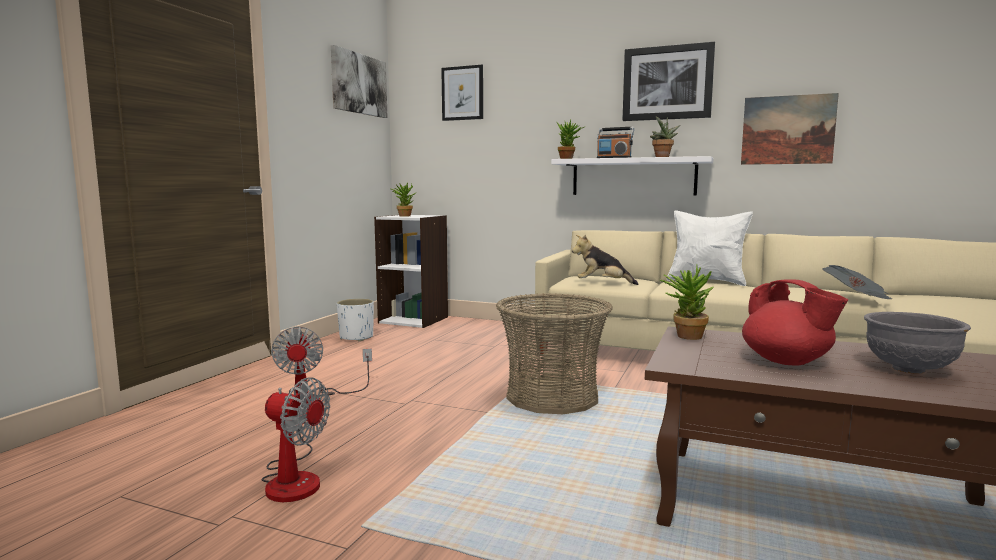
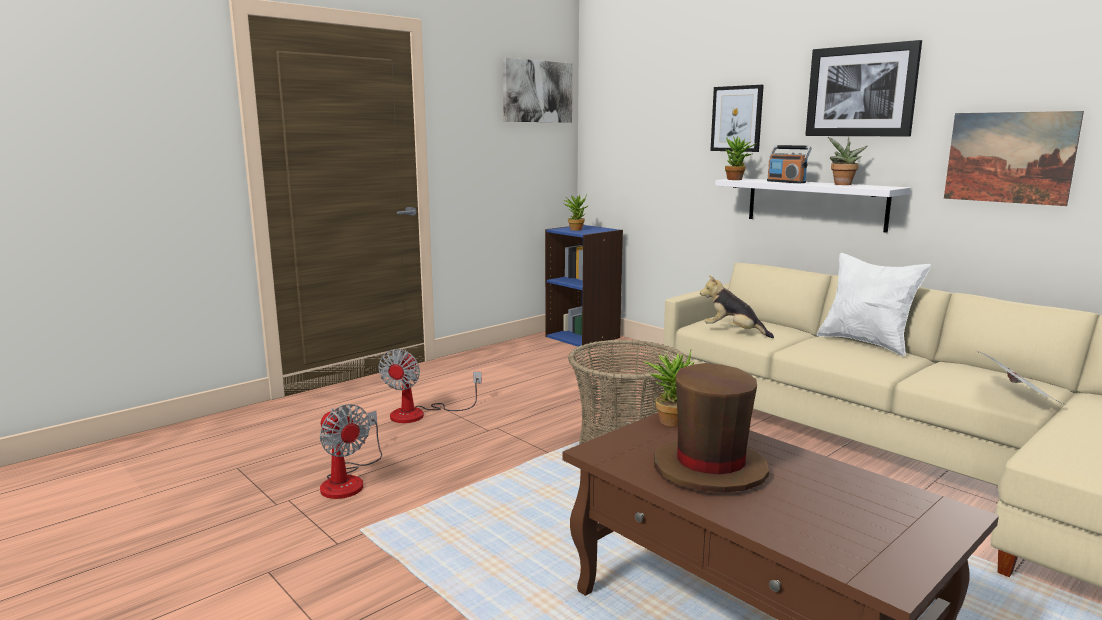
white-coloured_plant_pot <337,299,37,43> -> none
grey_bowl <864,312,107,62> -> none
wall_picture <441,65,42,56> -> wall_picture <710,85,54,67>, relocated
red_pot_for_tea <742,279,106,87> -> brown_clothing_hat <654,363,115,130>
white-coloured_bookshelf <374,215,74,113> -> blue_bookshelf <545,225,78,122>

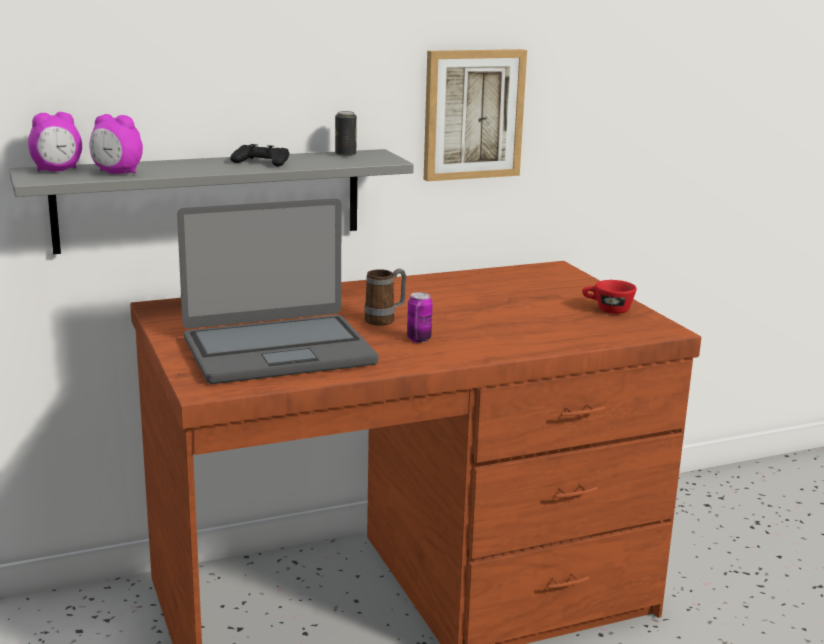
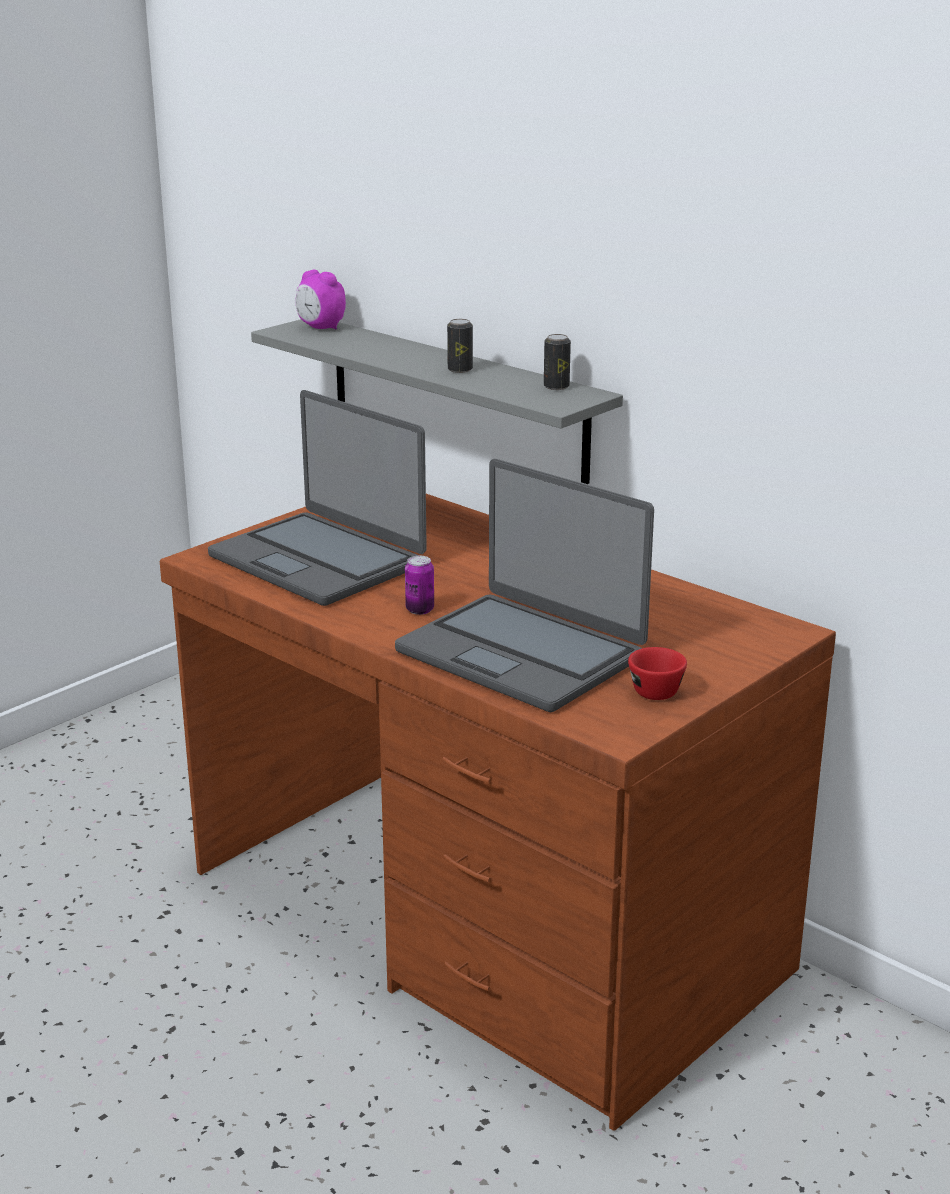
alarm_clock <89,114,54,60> -> none
mug <364,268,42,58> -> none
wall_picture <424,49,103,132> -> none
none -> laptop <395,459,259,253>
blackish_joypad <230,144,59,23> -> metal_can <447,319,26,54>

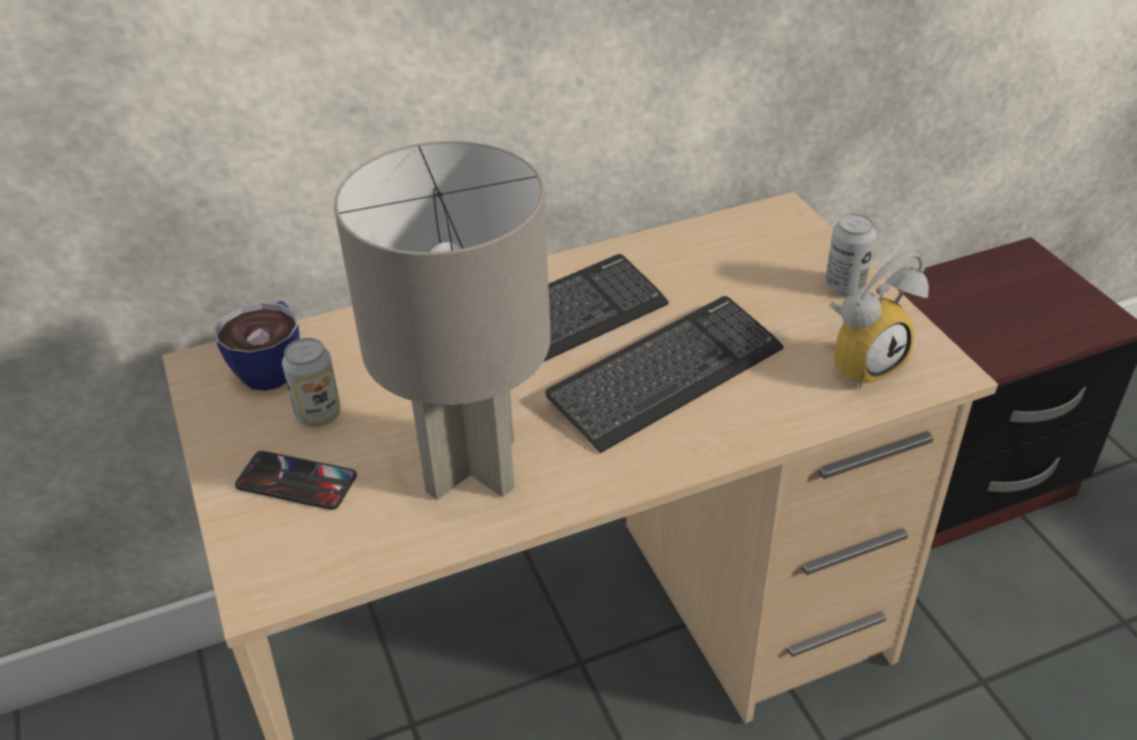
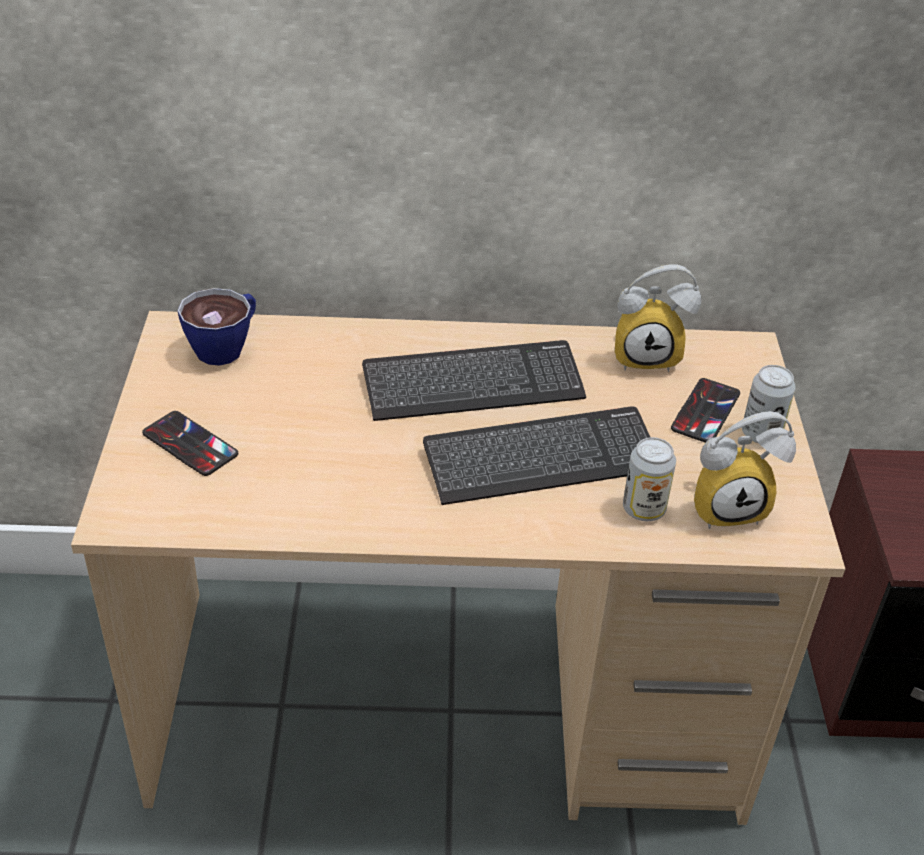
grey_tabletop_lamp <334,141,217,359> -> none
none -> alarm_clock <615,264,86,108>
none -> telephone <671,378,69,65>
metal_can <282,338,59,89> -> metal_can <623,437,53,84>, relocated

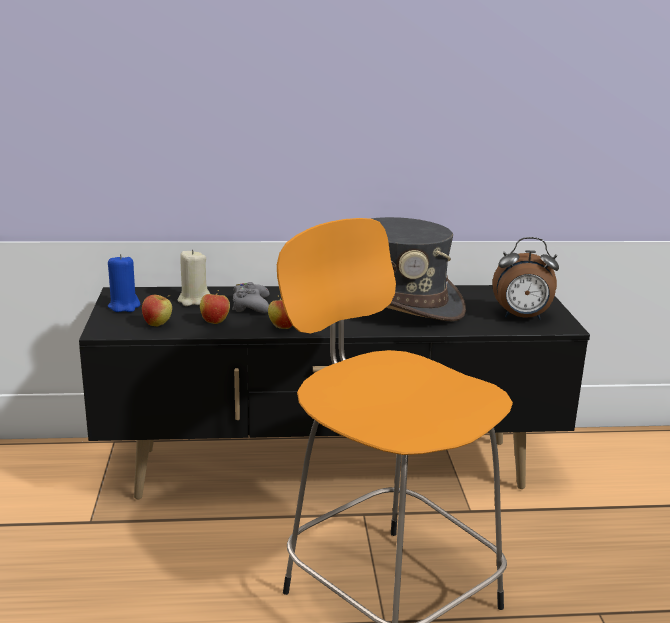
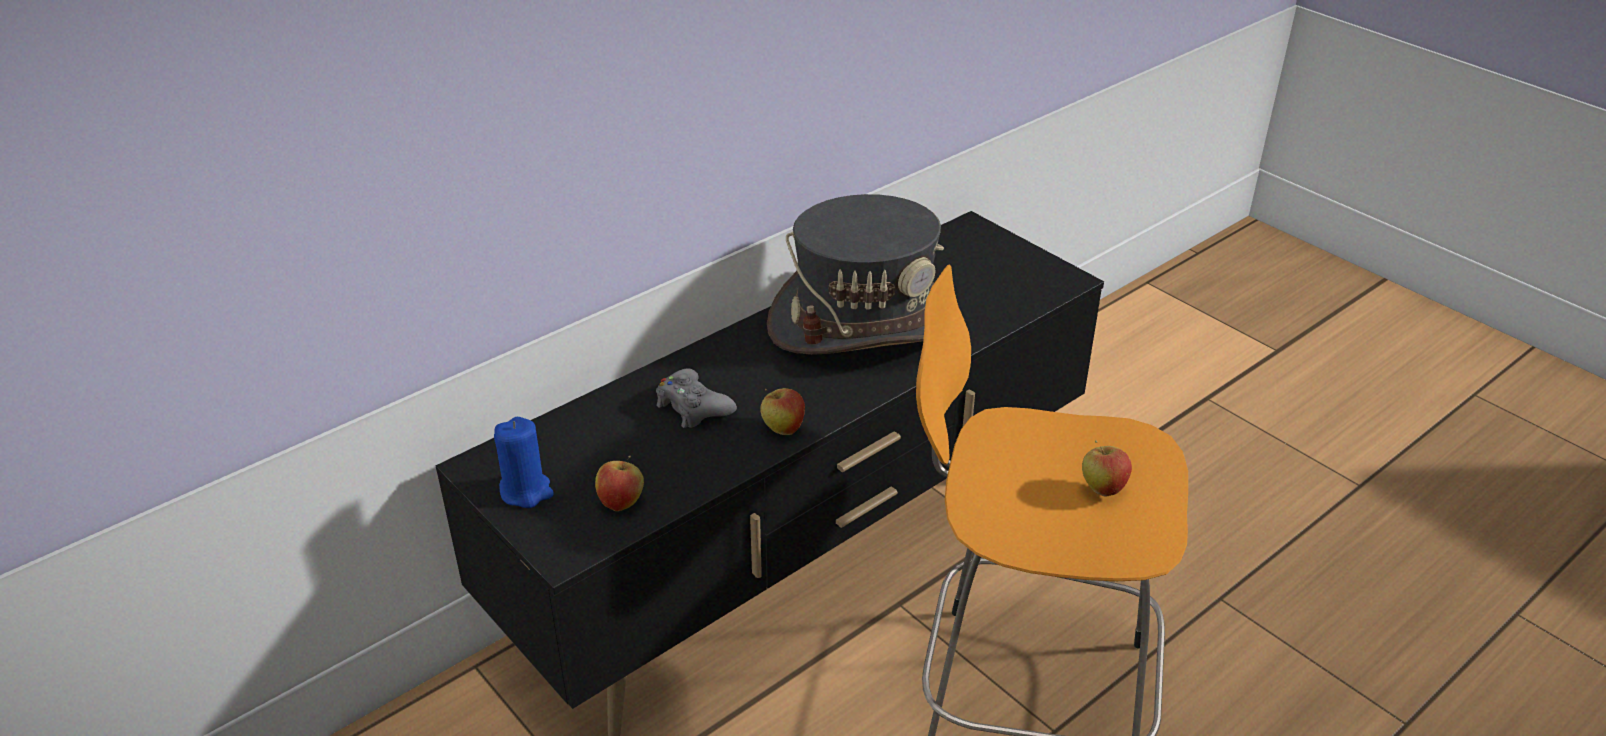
sand-coloured_wax_light <177,249,33,57> -> none
alarm_clock <492,237,67,83> -> none
apple_fruit <200,290,30,34> -> apple_fruit <1082,441,50,56>, relocated

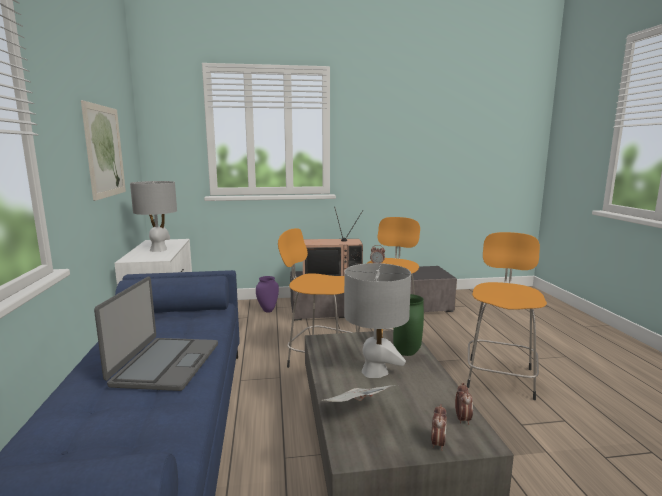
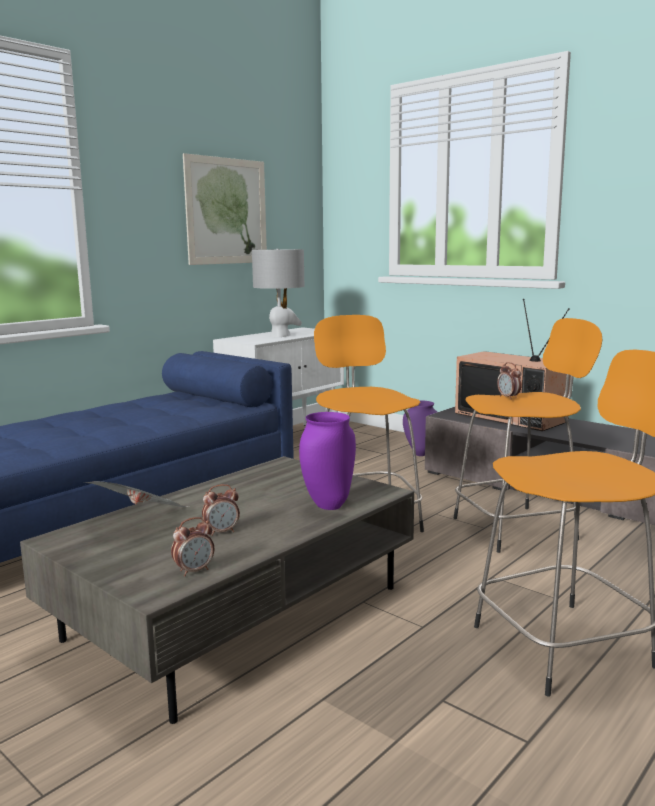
laptop <94,276,124,115> -> none
grey_tabletop_lamp <344,263,67,115> -> none
alarm_clock <431,404,16,47> -> alarm_clock <202,484,38,52>, relocated
green-coloured_decorative_vase <393,294,31,62> -> purplish_decorative_vase <299,412,57,98>

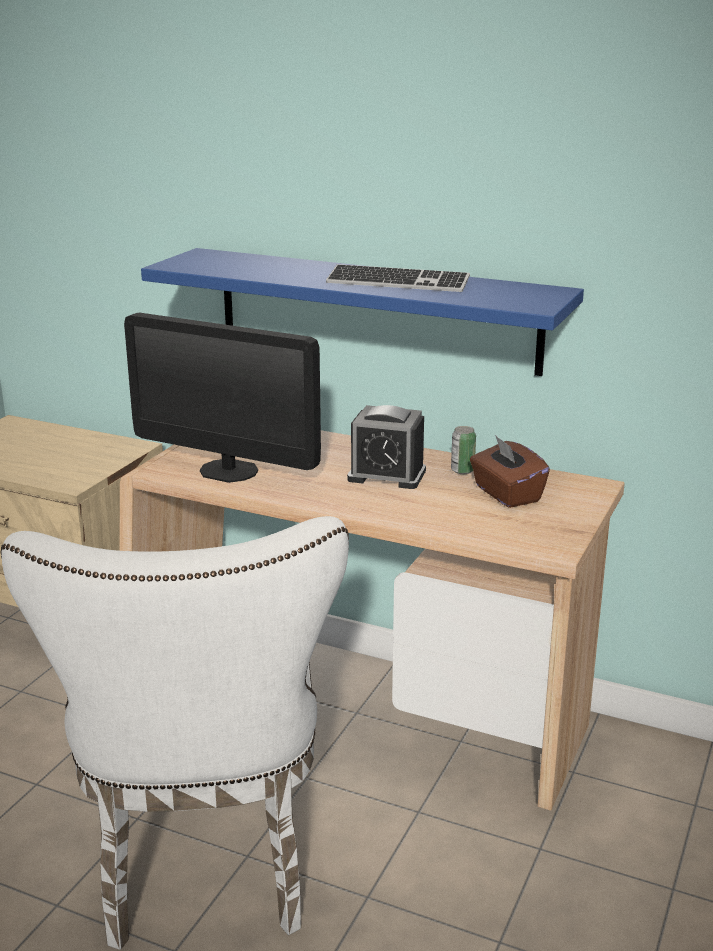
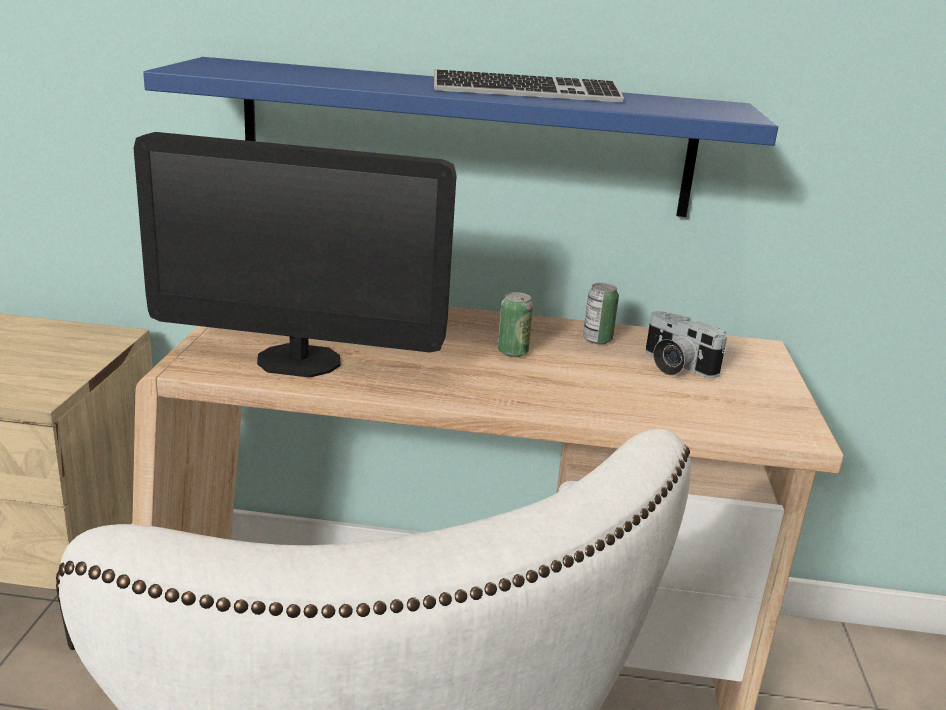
alarm_clock <347,405,79,84> -> metal_can <498,292,35,65>
brown_box_of_tissues <470,435,80,73> -> photo_camera <645,311,82,67>

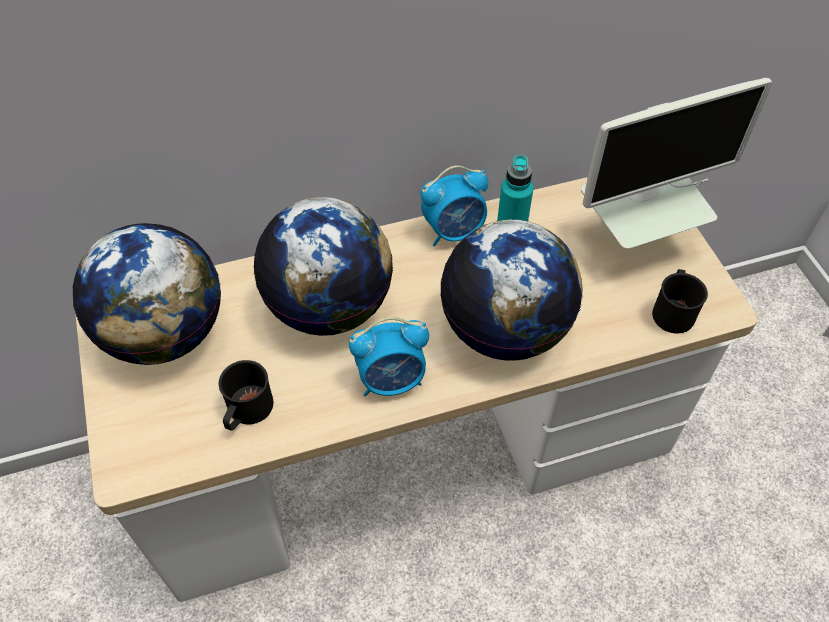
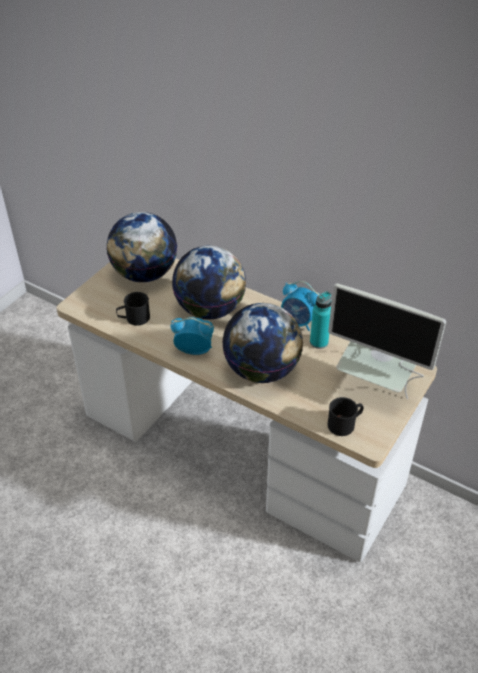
alarm_clock <349,317,80,79> -> alarm_clock <171,317,43,38>, 150 degrees clockwise

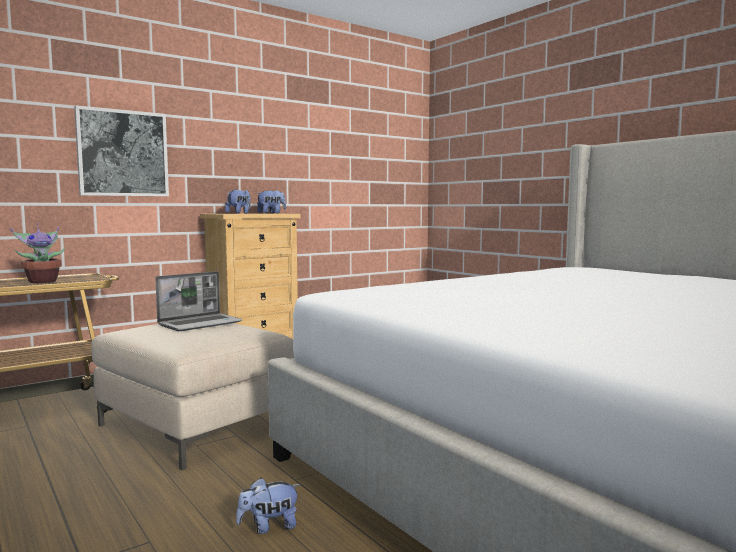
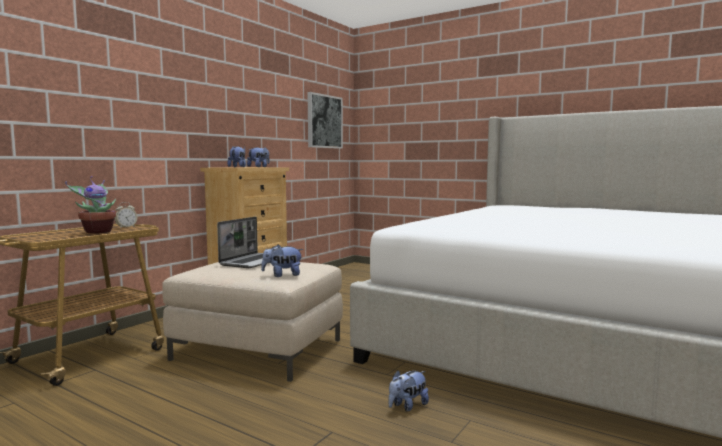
none -> alarm_clock <114,202,23,26>
none -> cuddly_toy <261,244,43,33>
wall_picture <74,105,95,91> -> wall_picture <308,92,35,57>, relocated

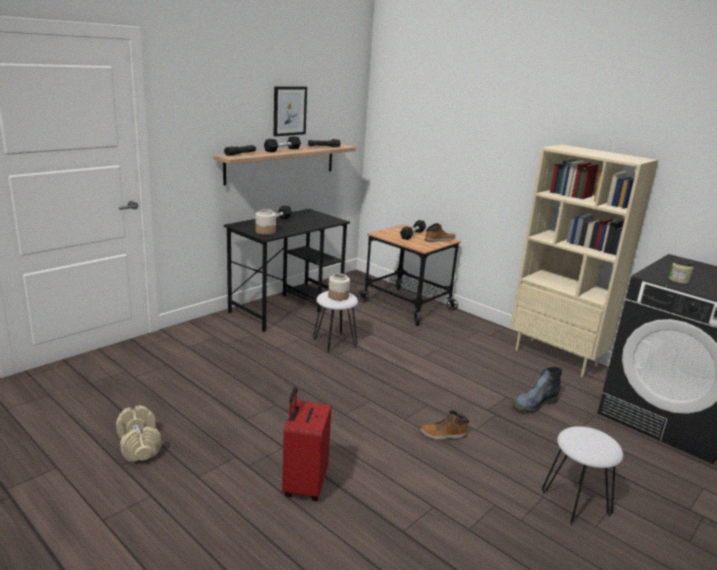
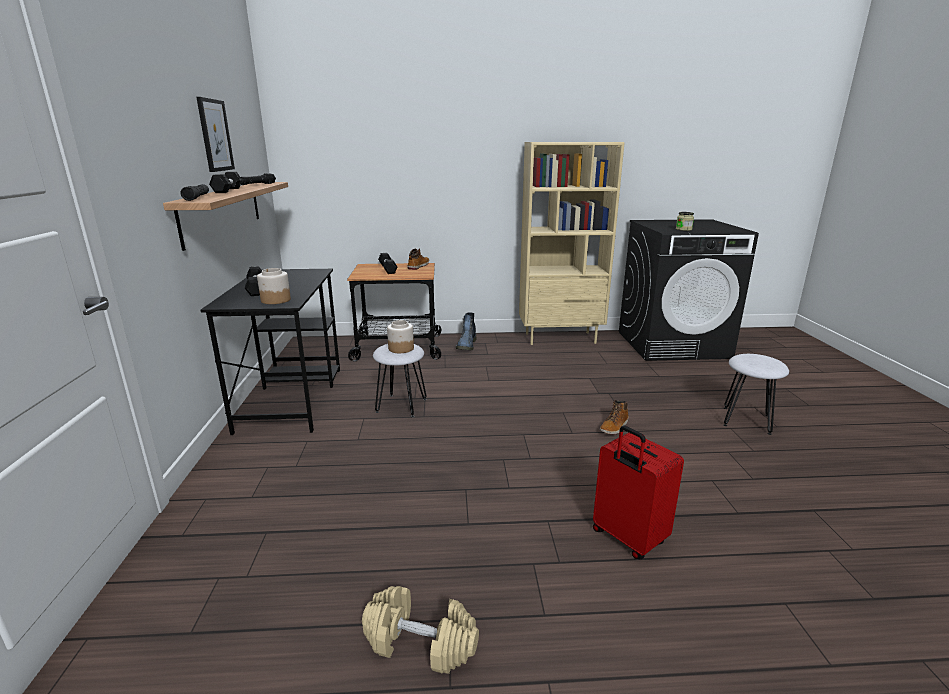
boot <512,367,50,46> -> boot <456,313,20,37>, relocated

